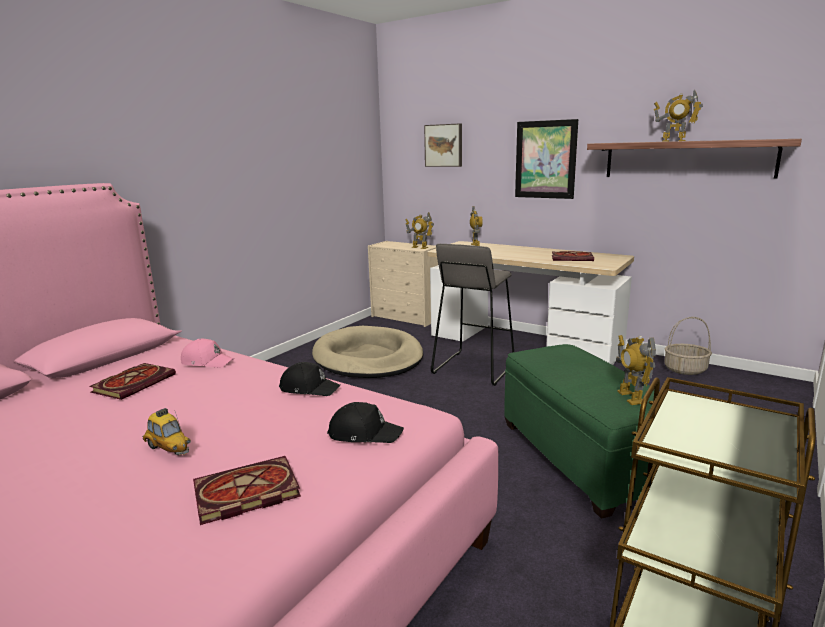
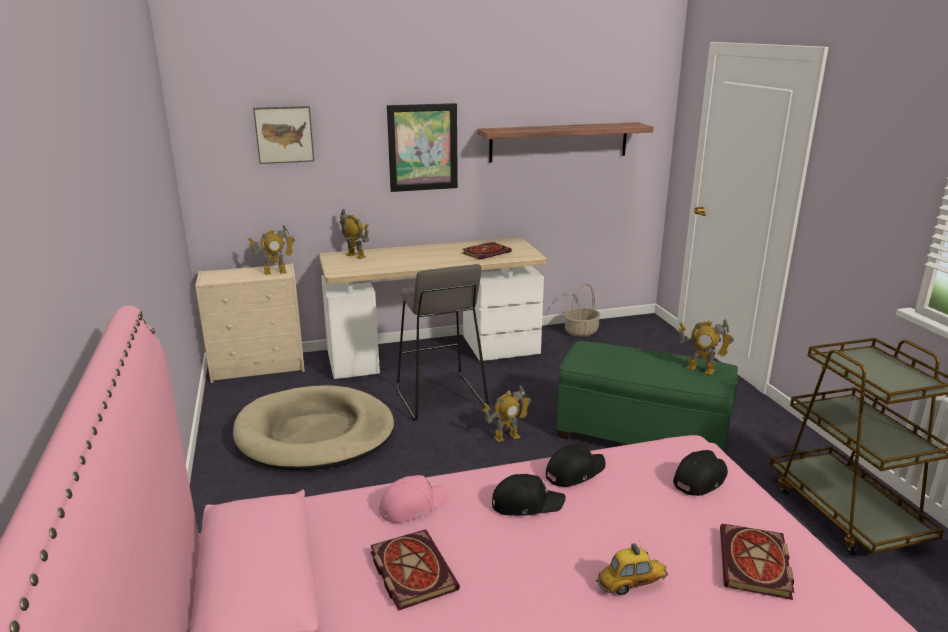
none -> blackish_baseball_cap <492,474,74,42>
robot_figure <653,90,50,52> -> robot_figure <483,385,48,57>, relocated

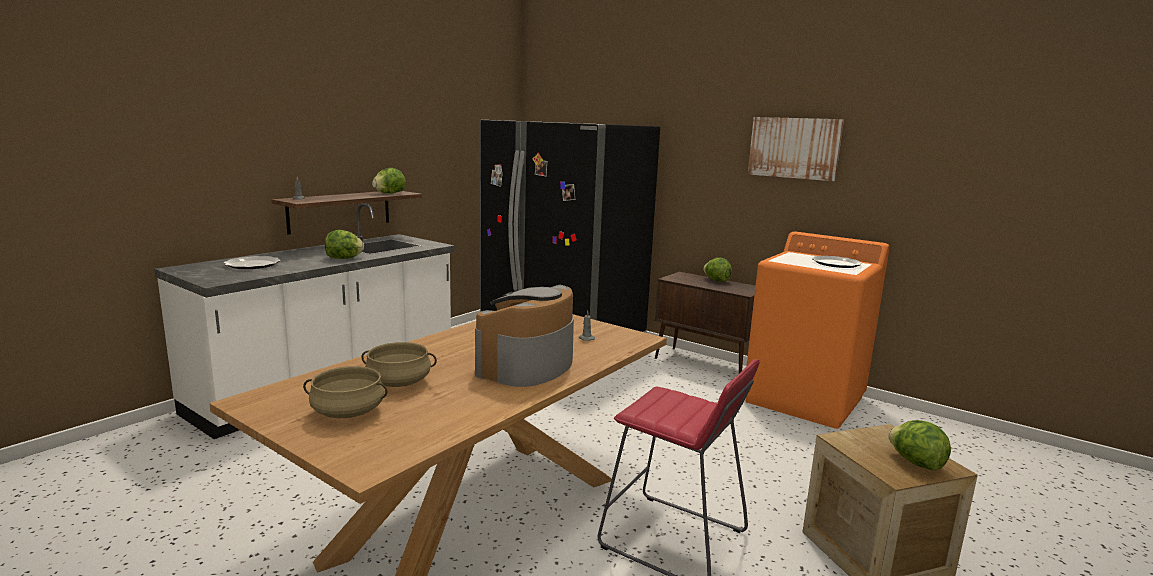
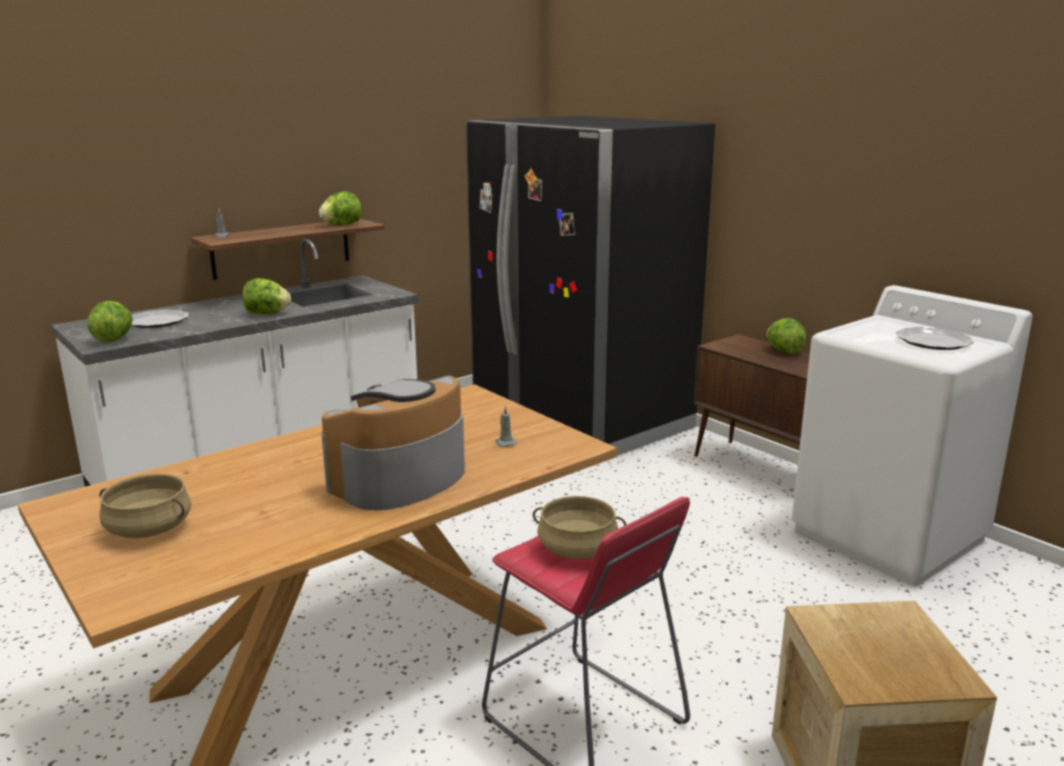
wall_picture <748,117,96,64> -> none
sand-coloured_cooking_pot <361,342,76,45> -> sand-coloured_cooking_pot <533,496,93,63>, relocated
lettuce_head <888,420,63,50> -> lettuce_head <88,301,45,41>, relocated
orangey_washing_machine <745,231,145,198> -> white-coloured_washing_machine <792,285,241,301>

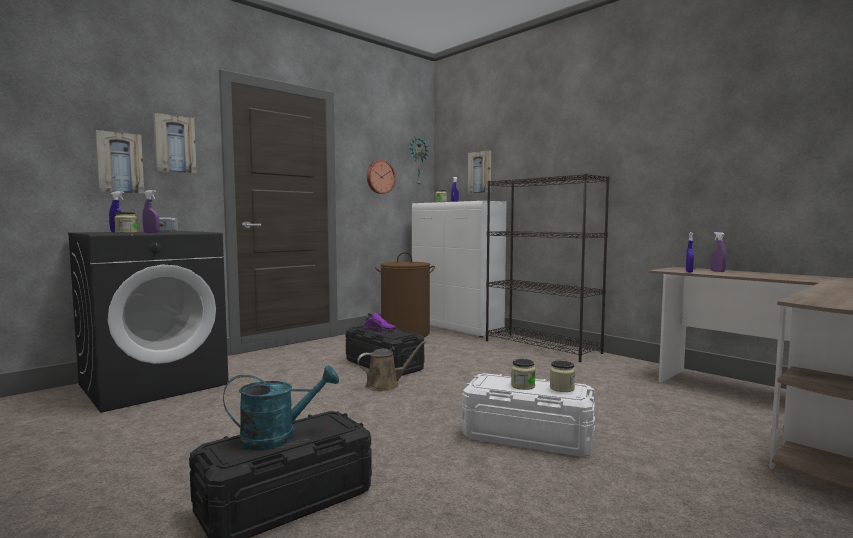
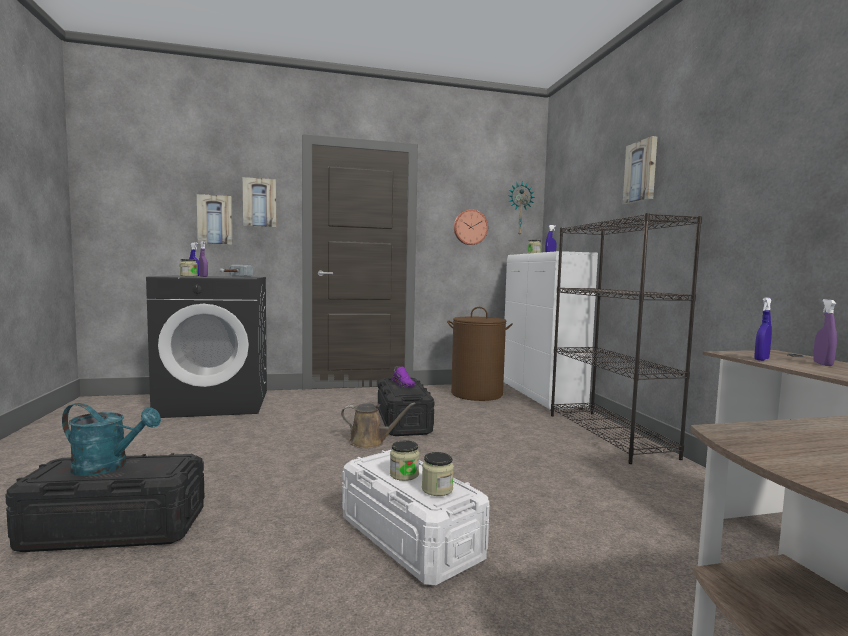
wall_picture <468,150,23,44> -> wall_picture <623,136,34,68>, relocated

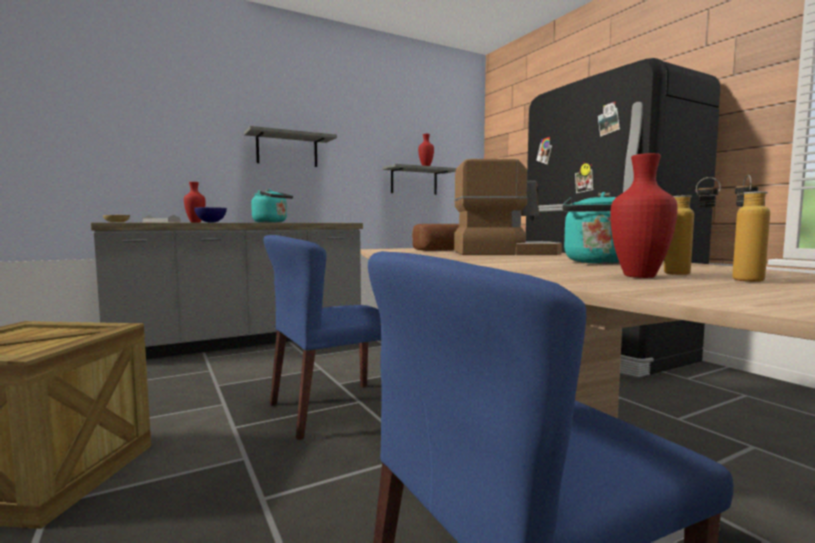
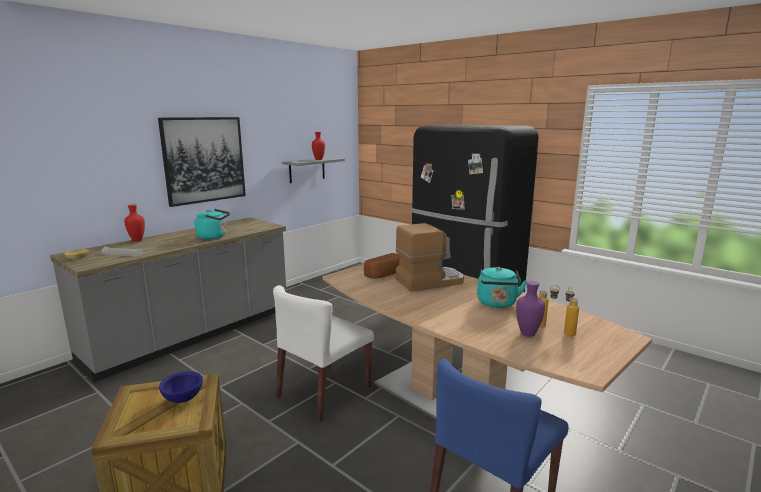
blue_bowl <194,207,33,15> -> blue_bowl <159,371,44,32>, relocated
grey_bracket_shelf <244,126,93,41> -> wall_picture <158,117,88,90>
blue_plain_chair <263,235,118,205> -> white-coloured_plain_chair <273,285,101,137>
red_decorative_vase <610,153,68,125> -> purplish_decorative_vase <516,281,29,56>

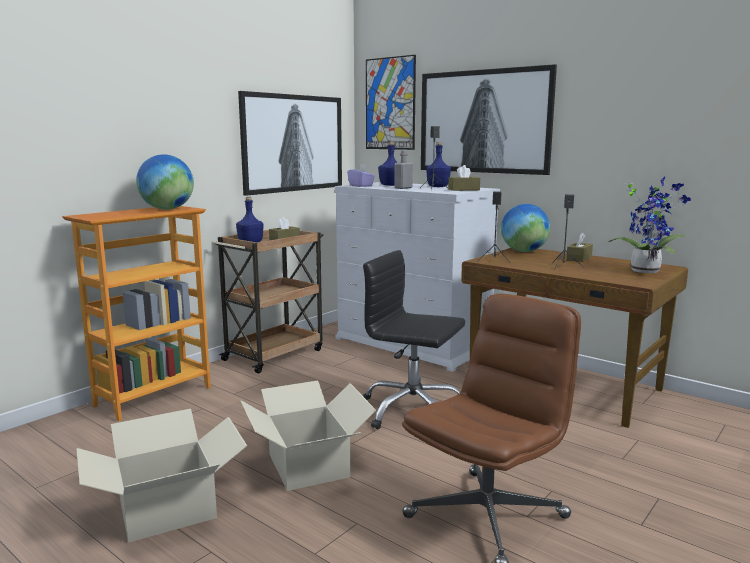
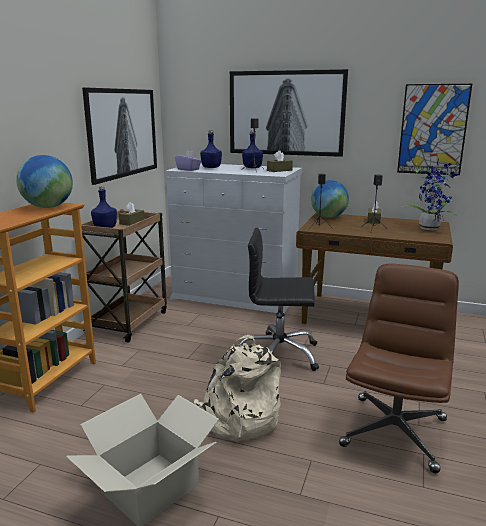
grey_bottle <394,150,19,39> -> none
wall_picture <366,55,50,95> -> wall_picture <397,84,75,91>, relocated
carton <241,380,135,111> -> sand-coloured_backpack <193,335,88,107>

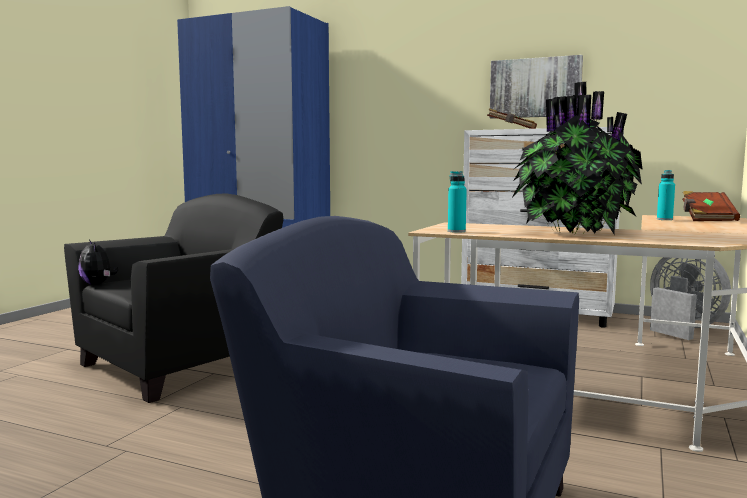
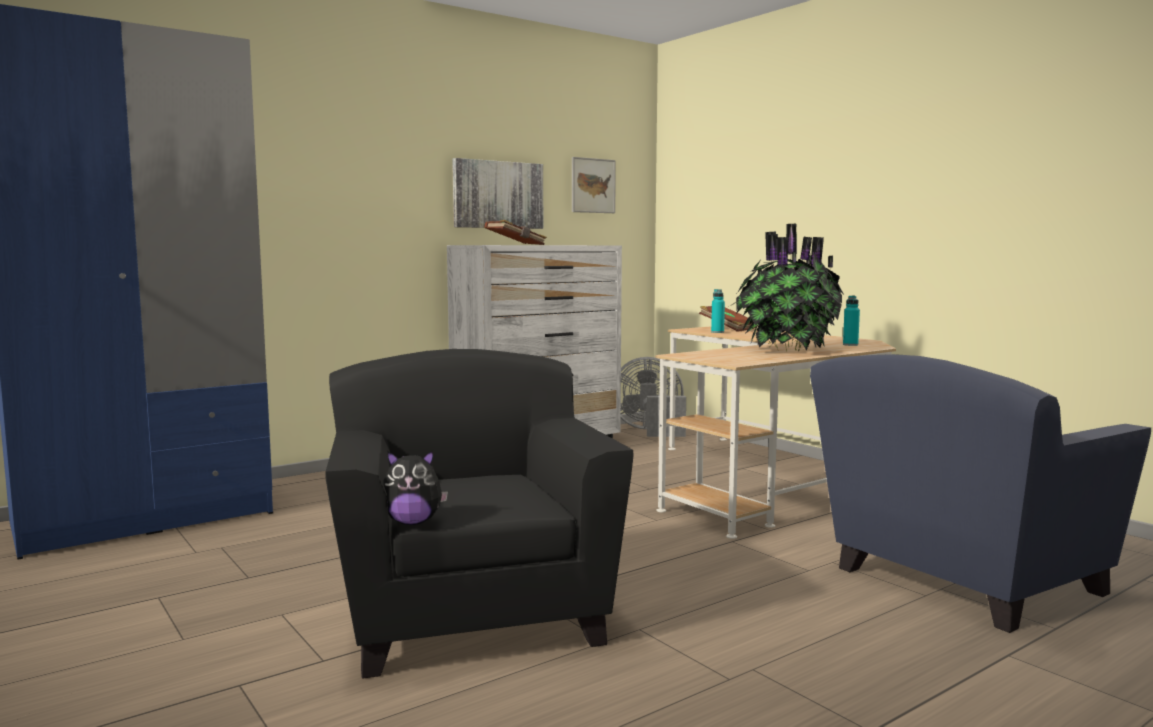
none -> wall_picture <572,157,44,56>
blue-green_bottle <448,171,19,62> -> blue-green_bottle <843,295,17,51>, relocated

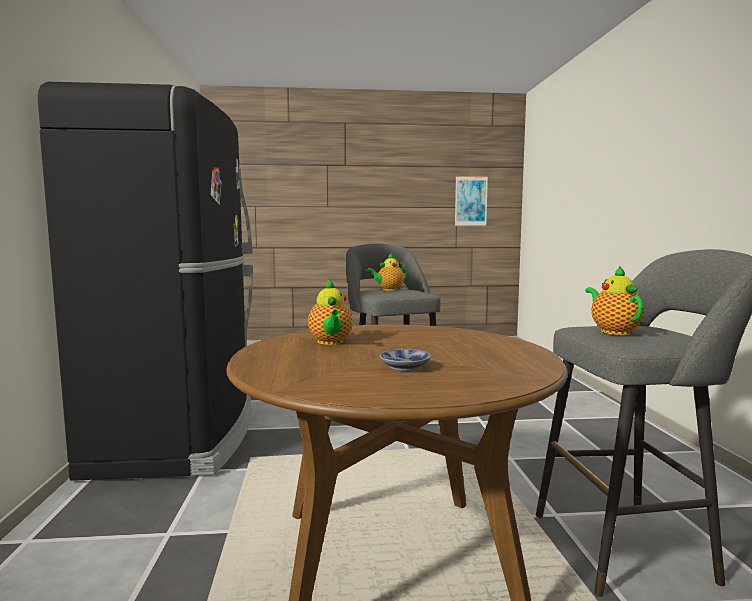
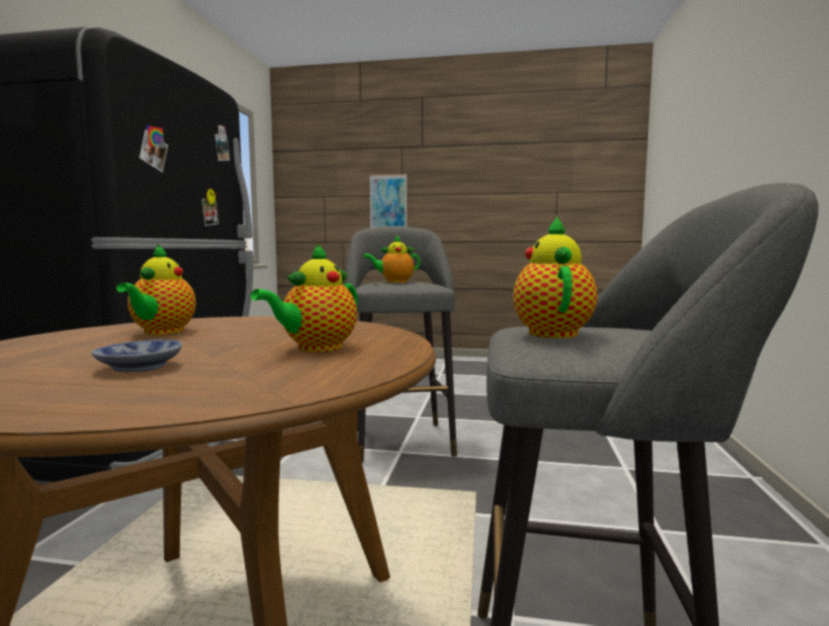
none -> pot_for_tea <250,243,108,109>
wall_picture <455,176,33,50> -> wall_picture <370,174,37,54>, relocated

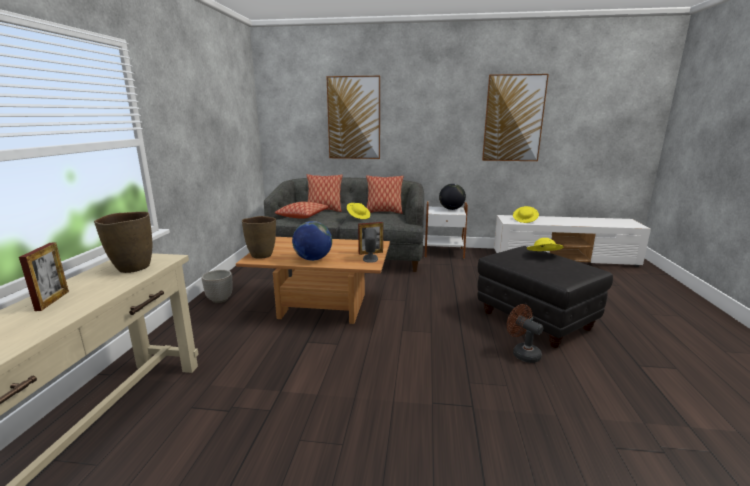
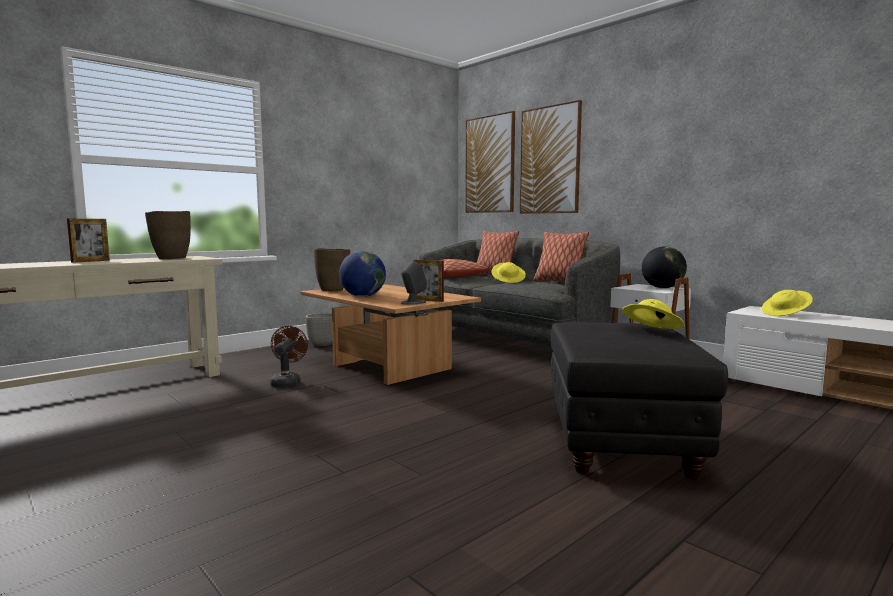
wall_picture <482,74,67,87> -> wall_picture <465,111,50,102>, relocated
brown_cooling_fan <507,304,36,59> -> brown_cooling_fan <270,326,38,62>, relocated

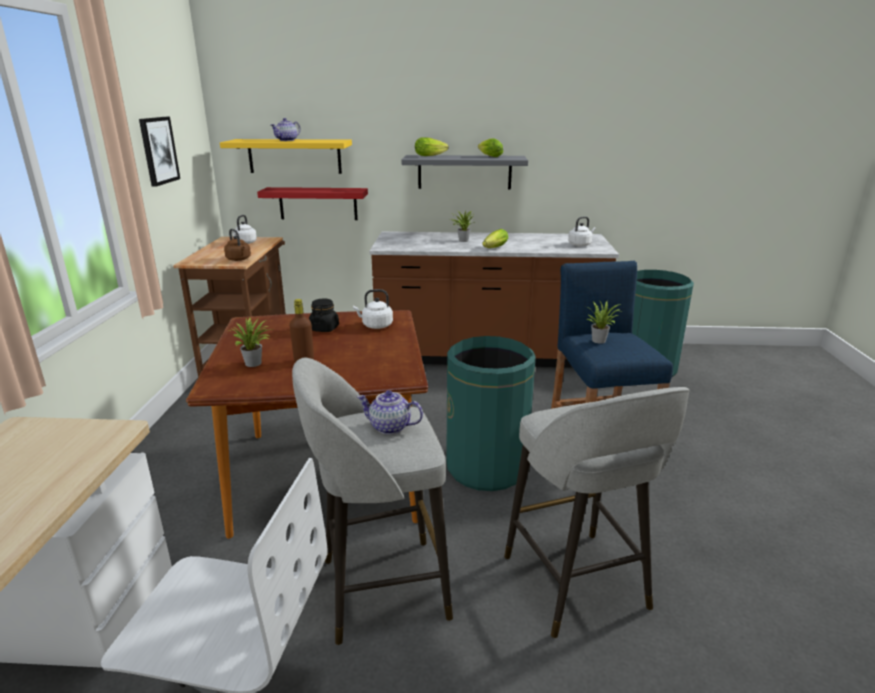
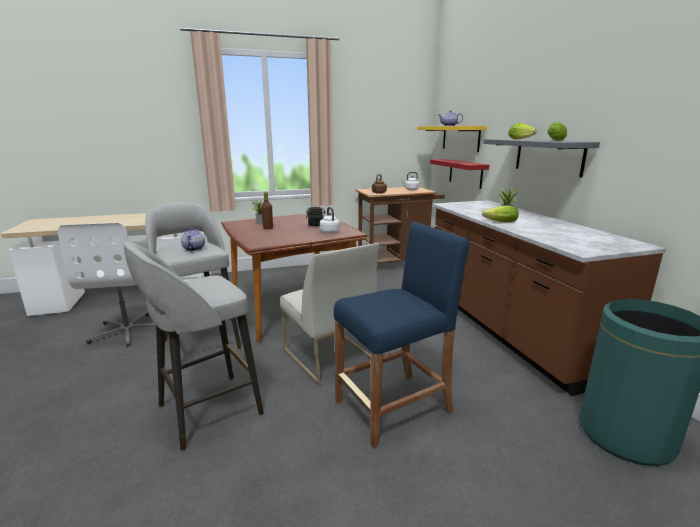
wall_picture <139,117,41,70> -> none
white-coloured_kettle <568,216,28,30> -> none
houseplant <586,301,35,43> -> none
green-coloured_waste_bin <446,336,90,155> -> white-coloured_plain_chair <280,243,99,143>

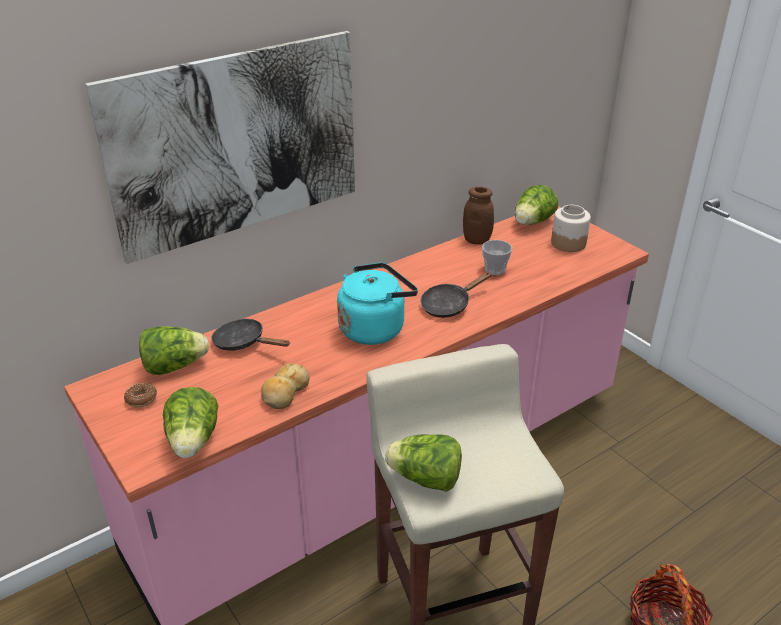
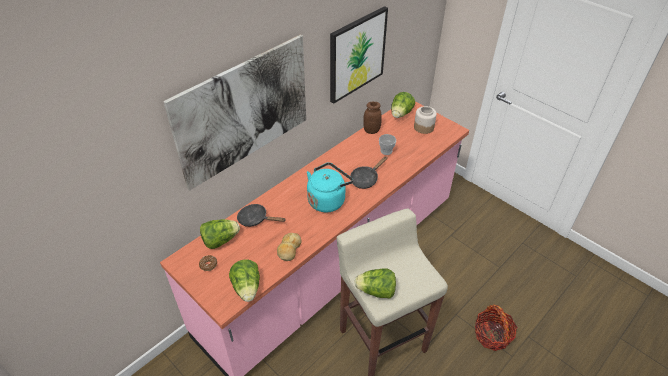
none -> wall_picture <330,6,58,98>

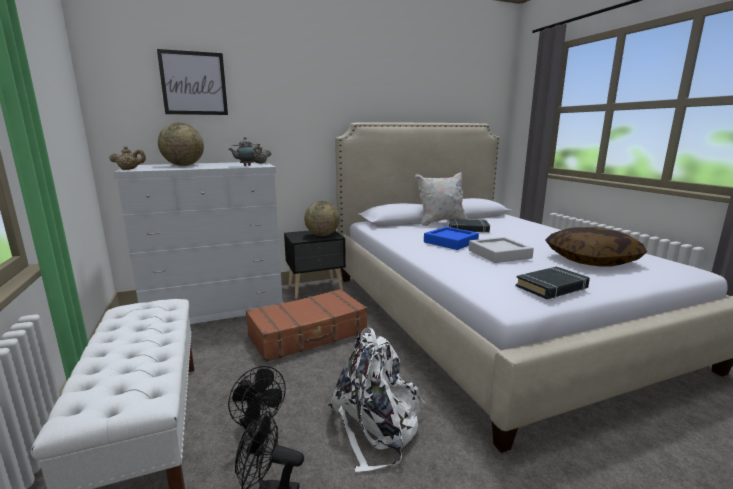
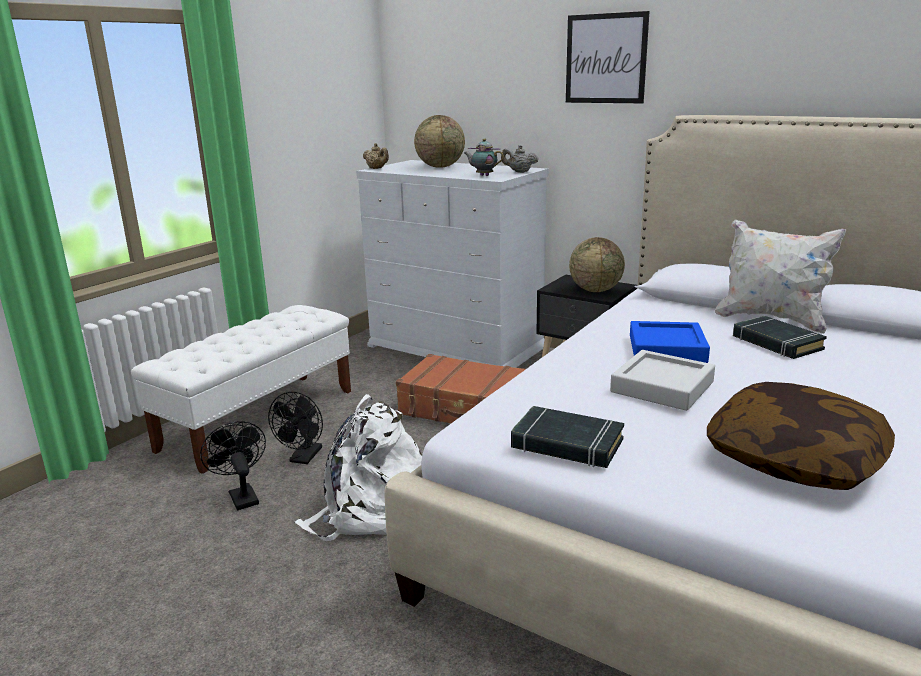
wall_picture <157,49,71,66> -> wall_picture <566,11,84,92>, relocated

